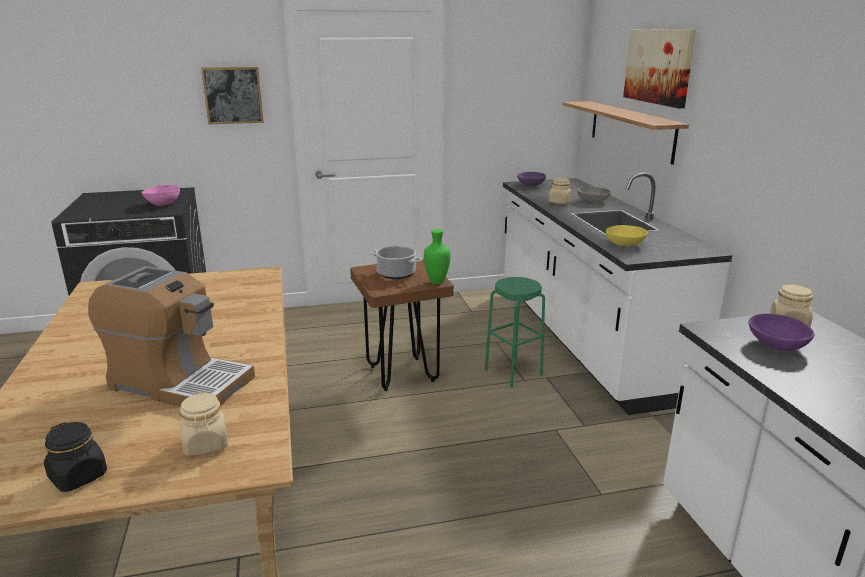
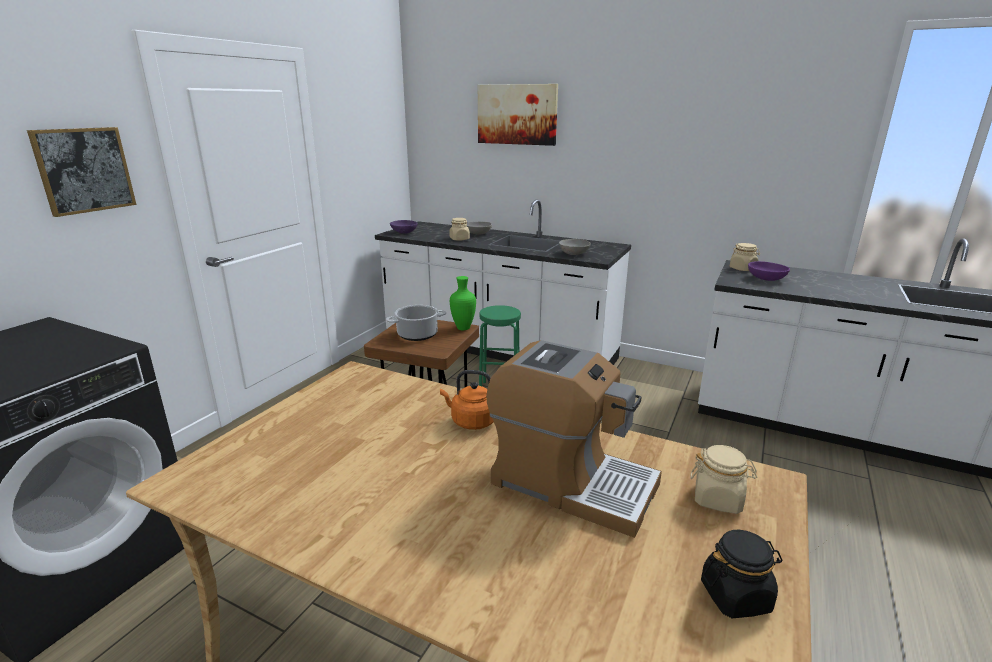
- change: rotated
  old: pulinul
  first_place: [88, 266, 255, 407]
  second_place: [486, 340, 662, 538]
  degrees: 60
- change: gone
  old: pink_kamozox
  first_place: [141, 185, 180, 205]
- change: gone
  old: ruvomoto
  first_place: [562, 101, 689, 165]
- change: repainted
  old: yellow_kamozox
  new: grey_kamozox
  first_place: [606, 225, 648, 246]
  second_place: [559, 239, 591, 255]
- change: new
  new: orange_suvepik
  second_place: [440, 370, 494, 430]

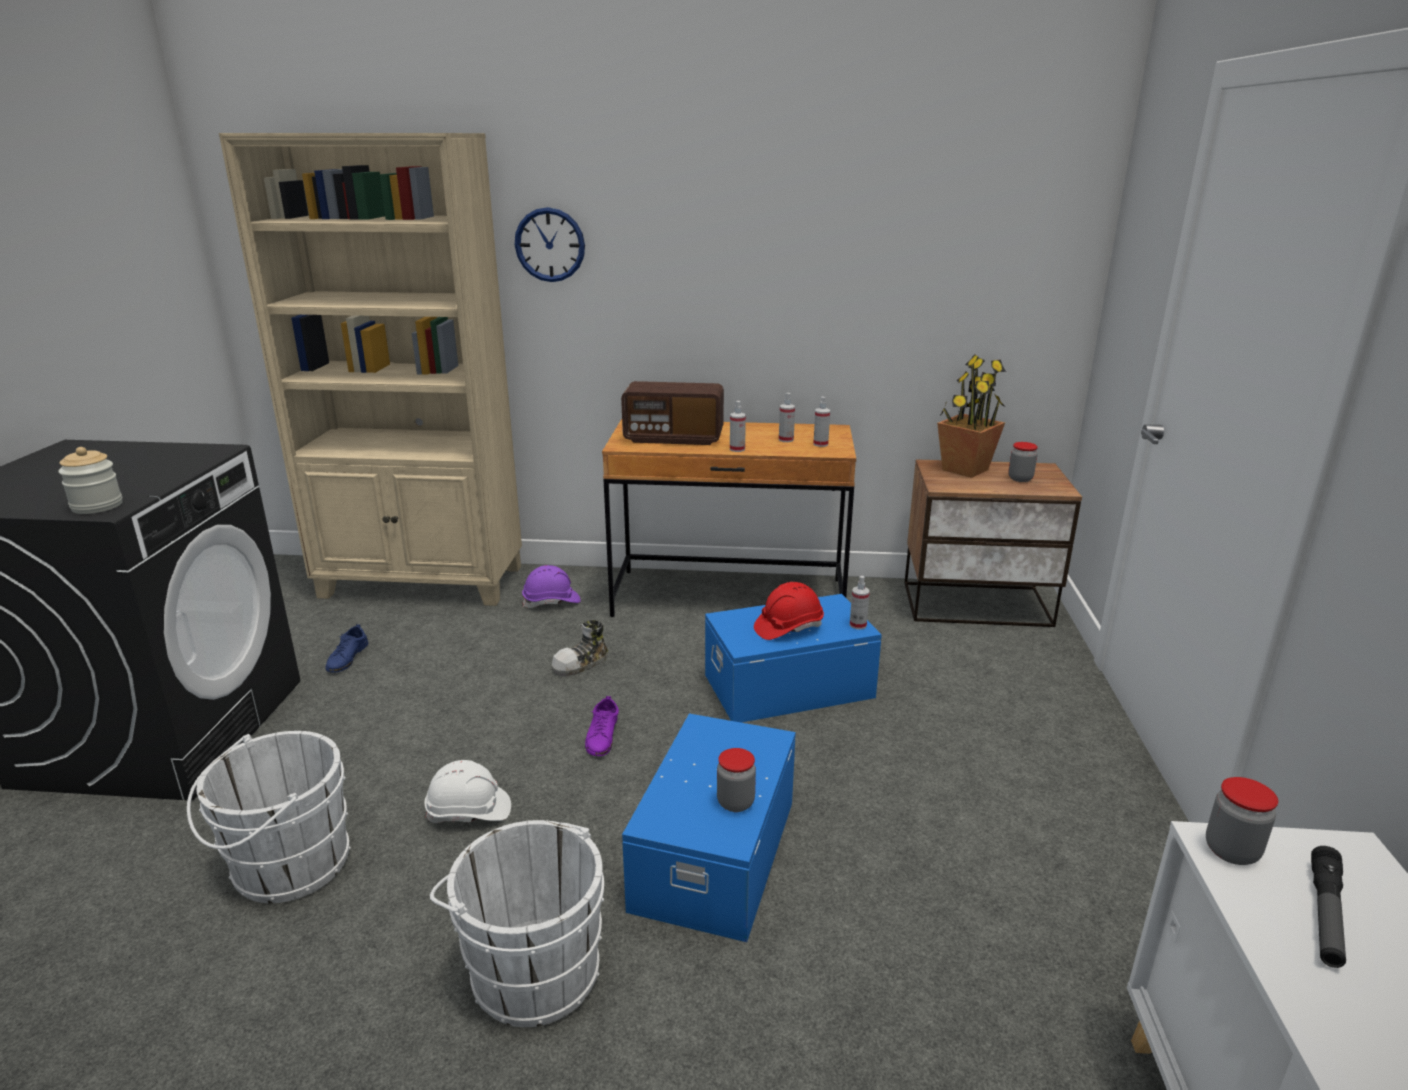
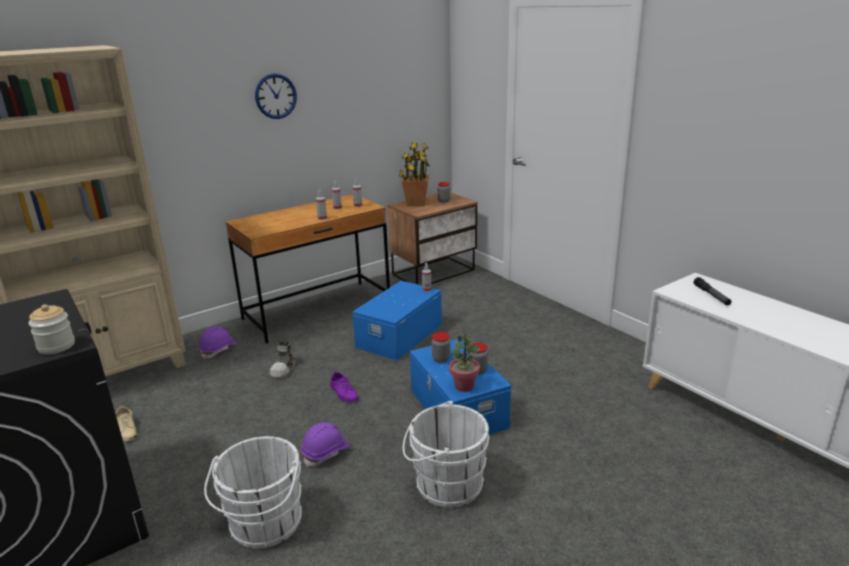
- change: repainted
  old: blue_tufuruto
  new: beige_tufuruto
  first_place: [326, 624, 368, 673]
  second_place: [115, 405, 137, 441]
- change: repainted
  old: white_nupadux
  new: purple_nupadux
  first_place: [425, 760, 511, 823]
  second_place: [301, 422, 350, 467]
- change: shifted
  old: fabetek
  first_place: [515, 207, 585, 282]
  second_place: [255, 74, 297, 119]
- change: gone
  old: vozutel
  first_place: [621, 381, 724, 445]
- change: gone
  old: red_nupadux
  first_place: [754, 582, 824, 640]
- change: shifted
  old: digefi
  first_place: [1206, 777, 1278, 865]
  second_place: [432, 332, 450, 363]
- change: new
  new: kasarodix
  second_place: [449, 334, 480, 392]

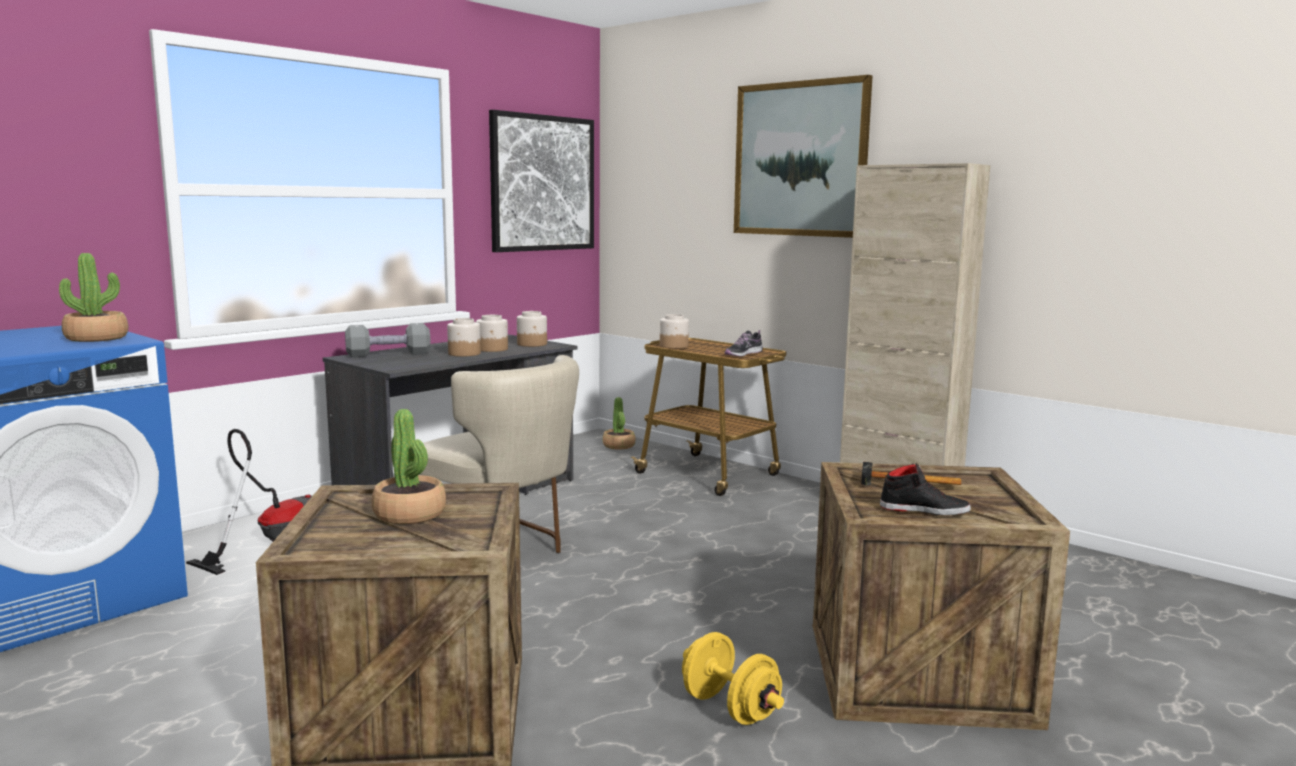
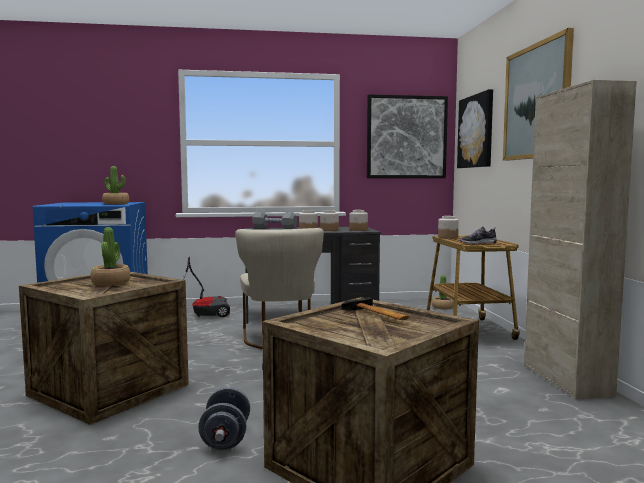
- change: repainted
  old: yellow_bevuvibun
  new: grey_bevuvibun
  first_place: [682, 632, 784, 725]
  second_place: [198, 387, 250, 450]
- change: gone
  old: black_tufuruto
  first_place: [880, 463, 971, 515]
- change: new
  new: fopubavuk
  second_place: [457, 89, 493, 168]

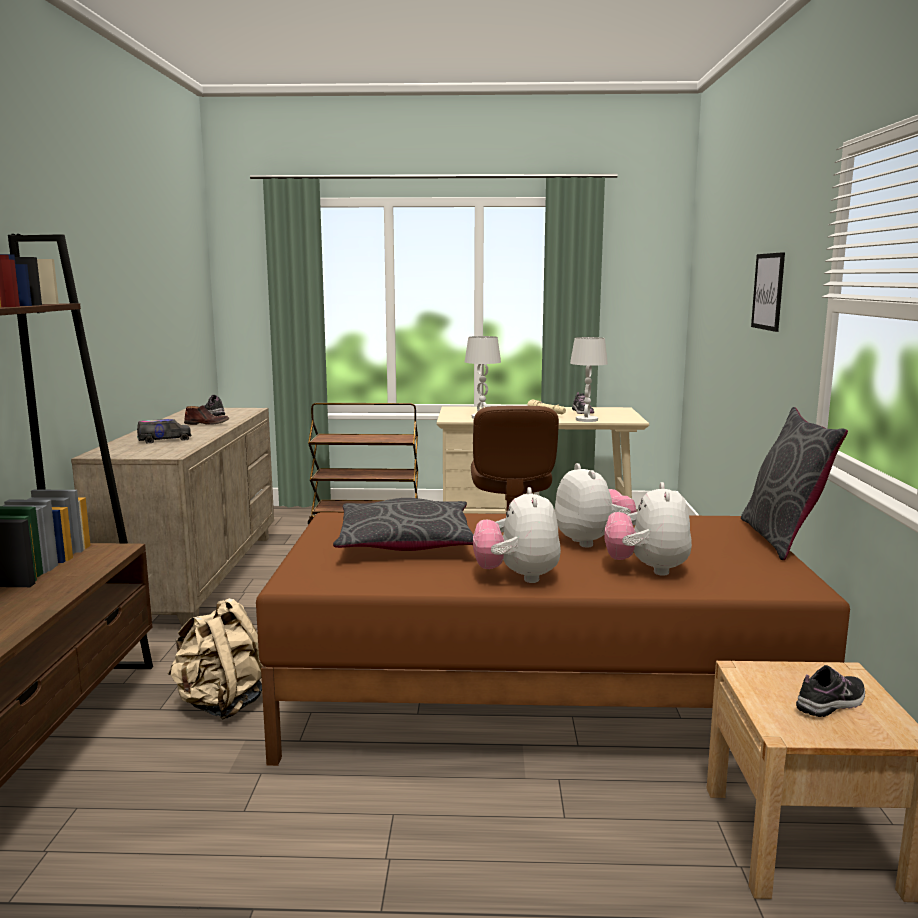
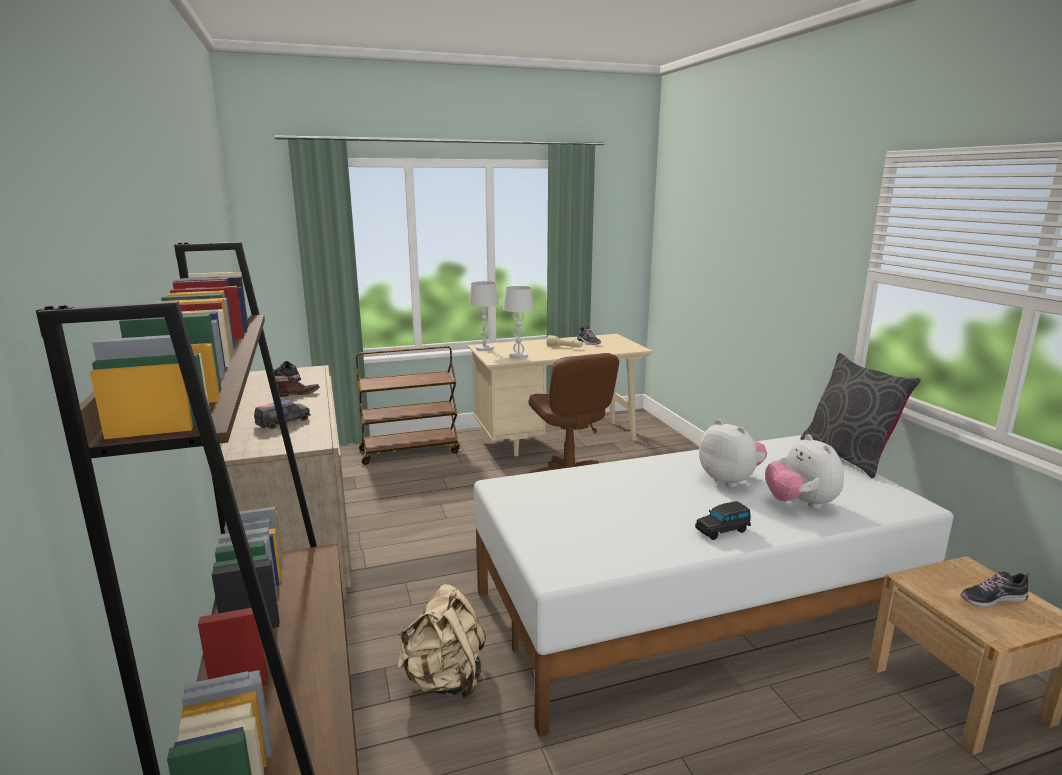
- change: repainted
  old: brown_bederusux
  new: white_bederusux
  first_place: [256, 512, 850, 766]
  second_place: [474, 435, 953, 737]
- change: gone
  old: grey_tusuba
  first_place: [333, 498, 474, 551]
- change: swapped
  old: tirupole
  new: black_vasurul
  first_place: [473, 487, 561, 583]
  second_place: [695, 501, 751, 540]
- change: shifted
  old: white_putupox
  first_place: [570, 337, 608, 422]
  second_place: [469, 281, 499, 351]
- change: gone
  old: fopubavuk
  first_place: [751, 252, 785, 332]
- change: rotated
  old: tufuruto
  first_place: [796, 665, 865, 717]
  second_place: [960, 571, 1029, 608]
  degrees: -135

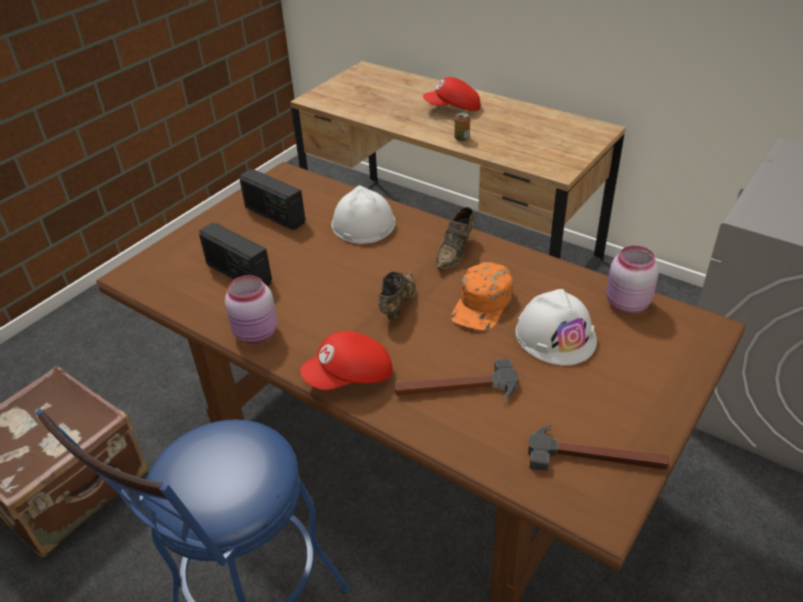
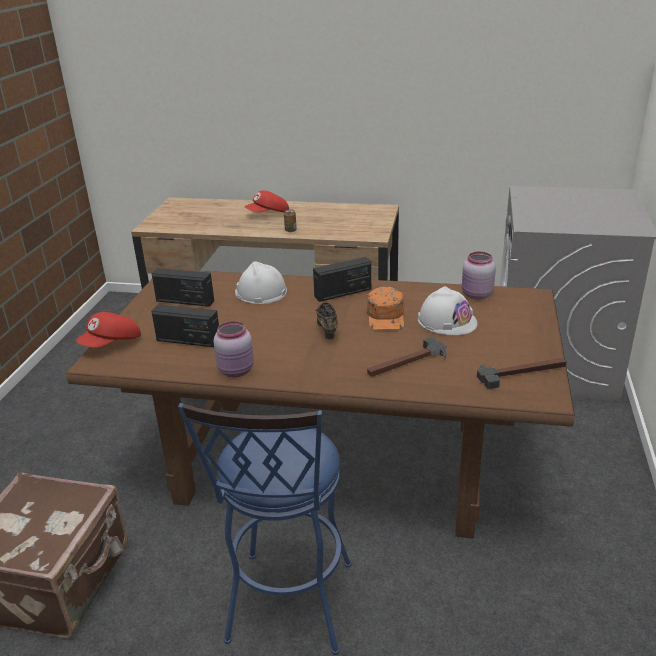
- change: shifted
  old: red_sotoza
  first_place: [300, 331, 393, 390]
  second_place: [76, 312, 141, 348]
- change: swapped
  old: brown_tufuruto
  new: vozutel
  first_place: [436, 207, 474, 270]
  second_place: [313, 257, 371, 302]

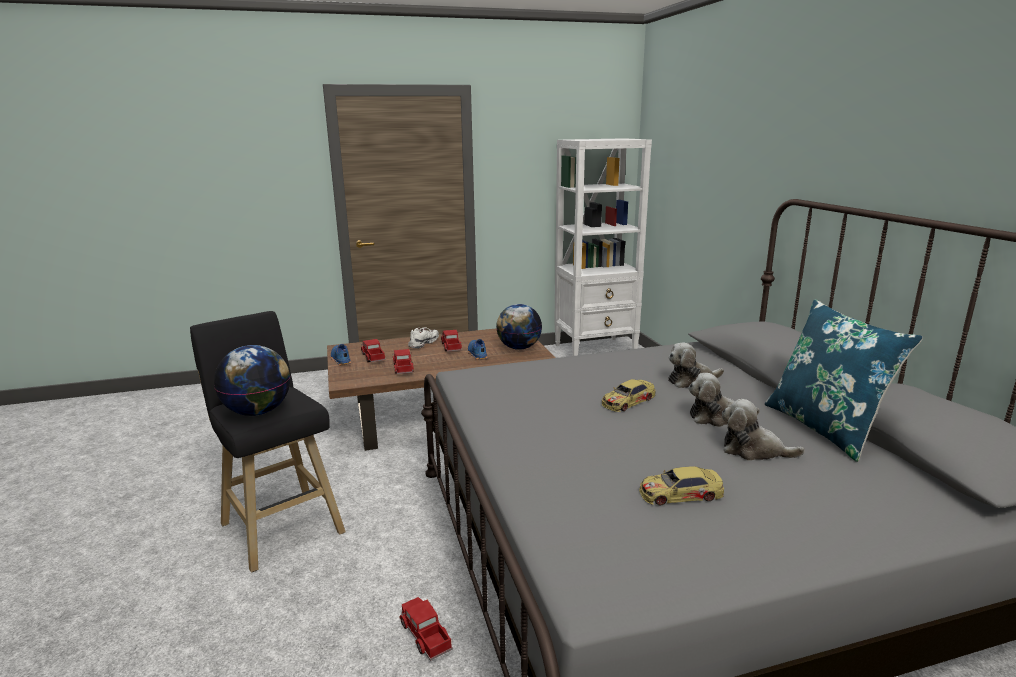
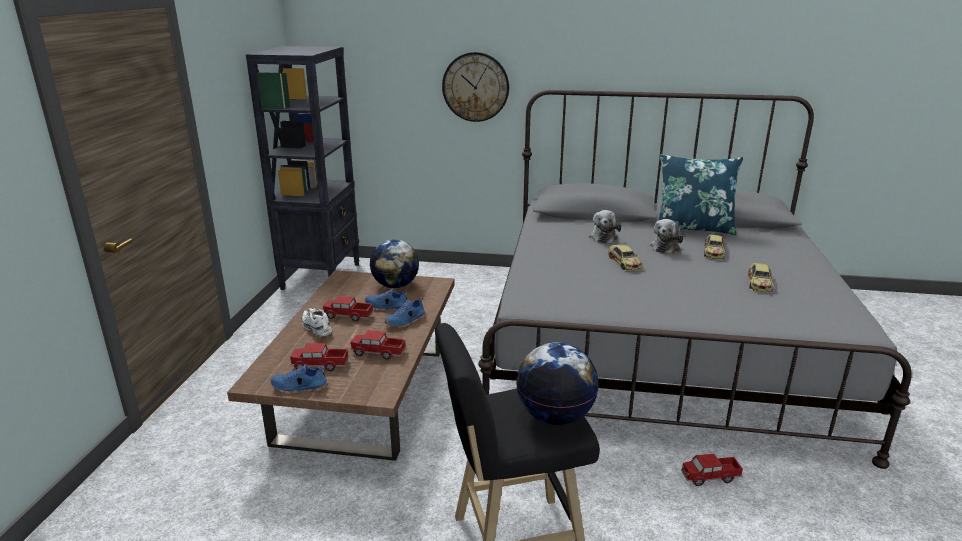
- change: repainted
  old: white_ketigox
  new: black_ketigox
  first_place: [554, 138, 652, 356]
  second_place: [246, 46, 360, 290]
- change: swapped
  old: tirupole
  new: vasurul
  first_place: [722, 399, 805, 461]
  second_place: [704, 235, 725, 260]
- change: new
  new: blue_tufuruto
  second_place: [385, 297, 425, 328]
- change: new
  new: fabetek
  second_place: [442, 52, 509, 122]

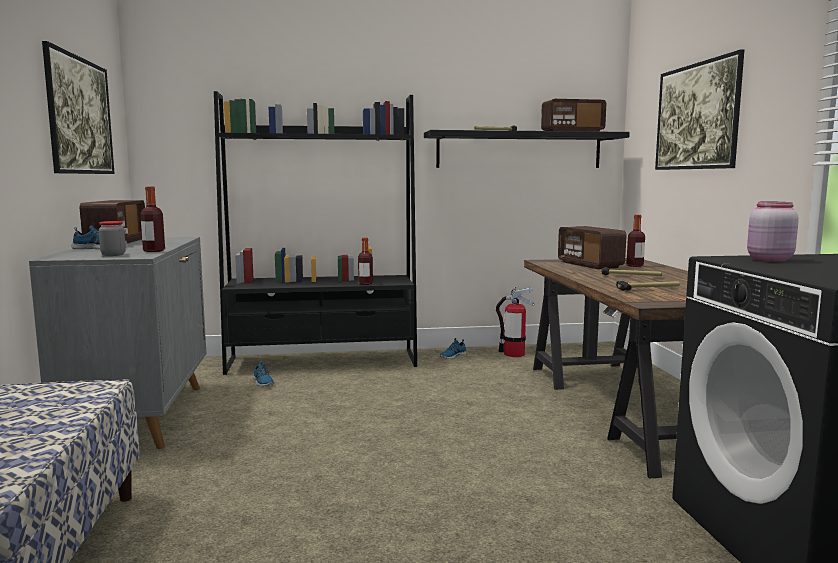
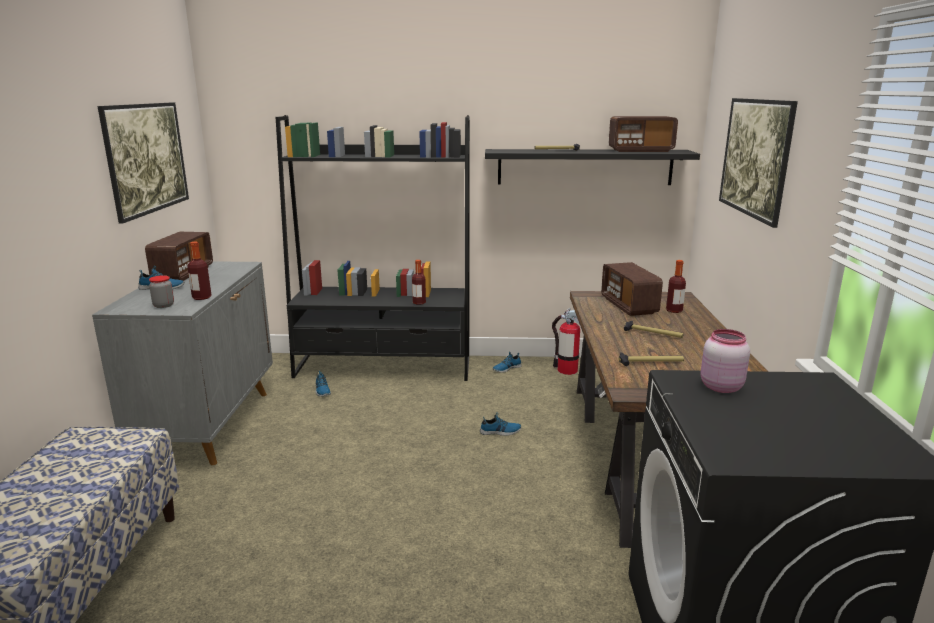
- change: new
  new: tufuruto
  second_place: [480, 413, 521, 436]

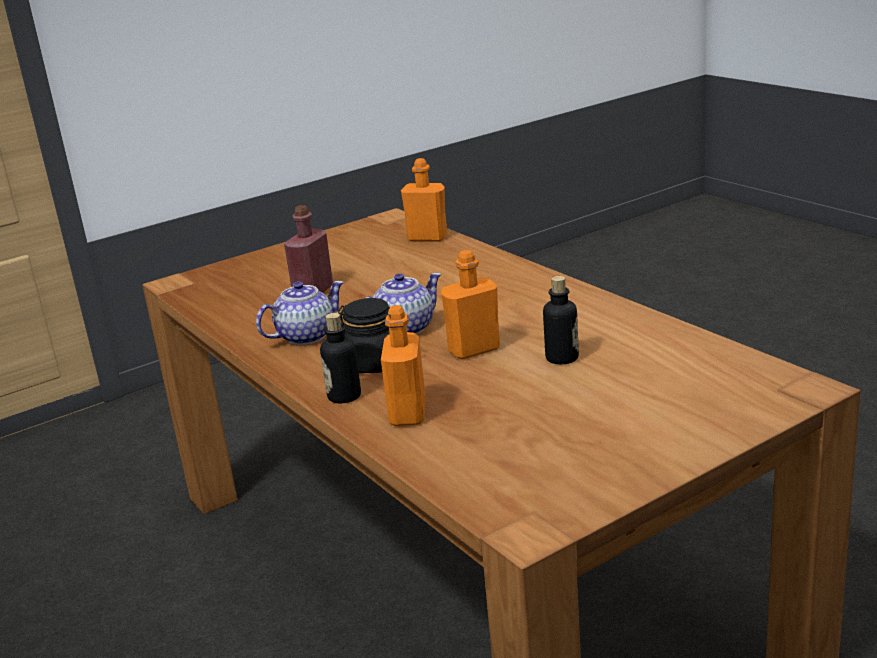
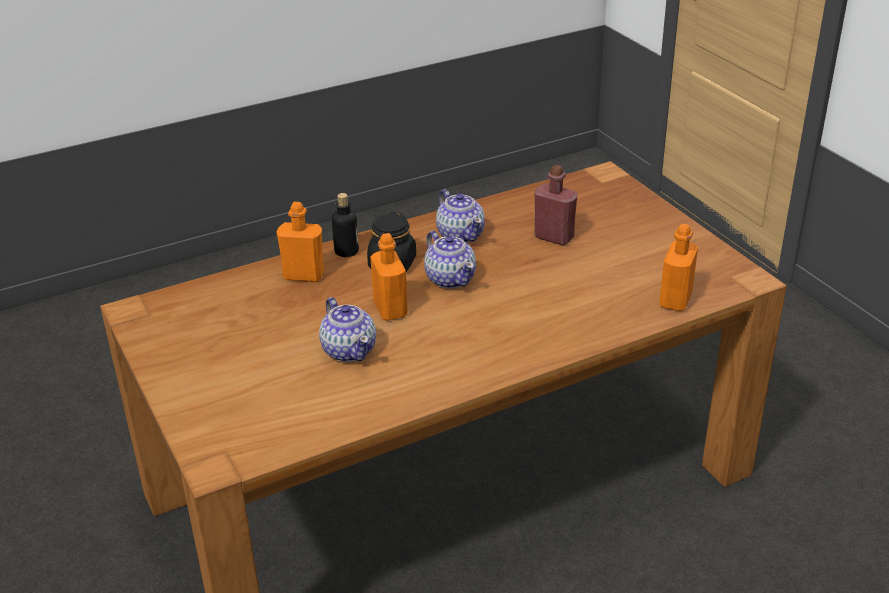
- change: swapped
  old: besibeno
  new: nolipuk
  first_place: [543, 276, 579, 364]
  second_place: [319, 297, 376, 362]

